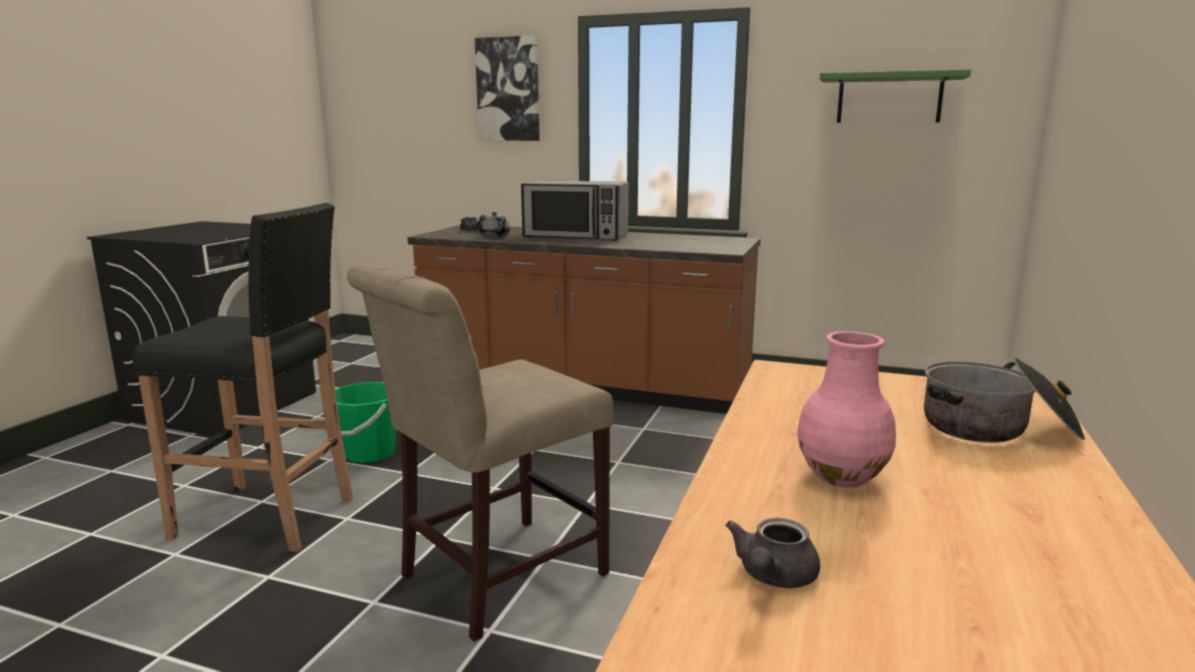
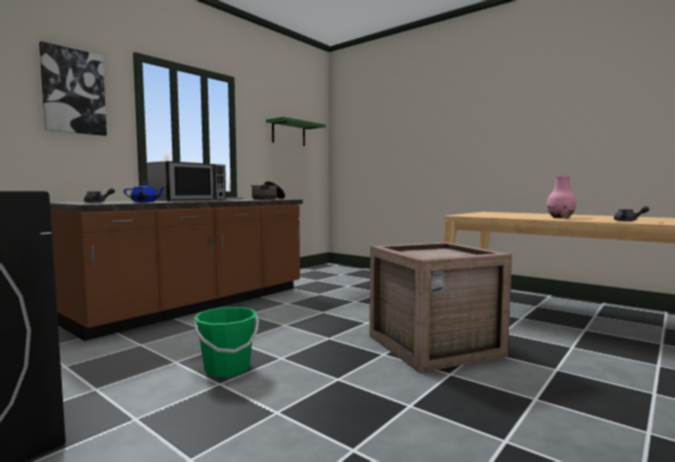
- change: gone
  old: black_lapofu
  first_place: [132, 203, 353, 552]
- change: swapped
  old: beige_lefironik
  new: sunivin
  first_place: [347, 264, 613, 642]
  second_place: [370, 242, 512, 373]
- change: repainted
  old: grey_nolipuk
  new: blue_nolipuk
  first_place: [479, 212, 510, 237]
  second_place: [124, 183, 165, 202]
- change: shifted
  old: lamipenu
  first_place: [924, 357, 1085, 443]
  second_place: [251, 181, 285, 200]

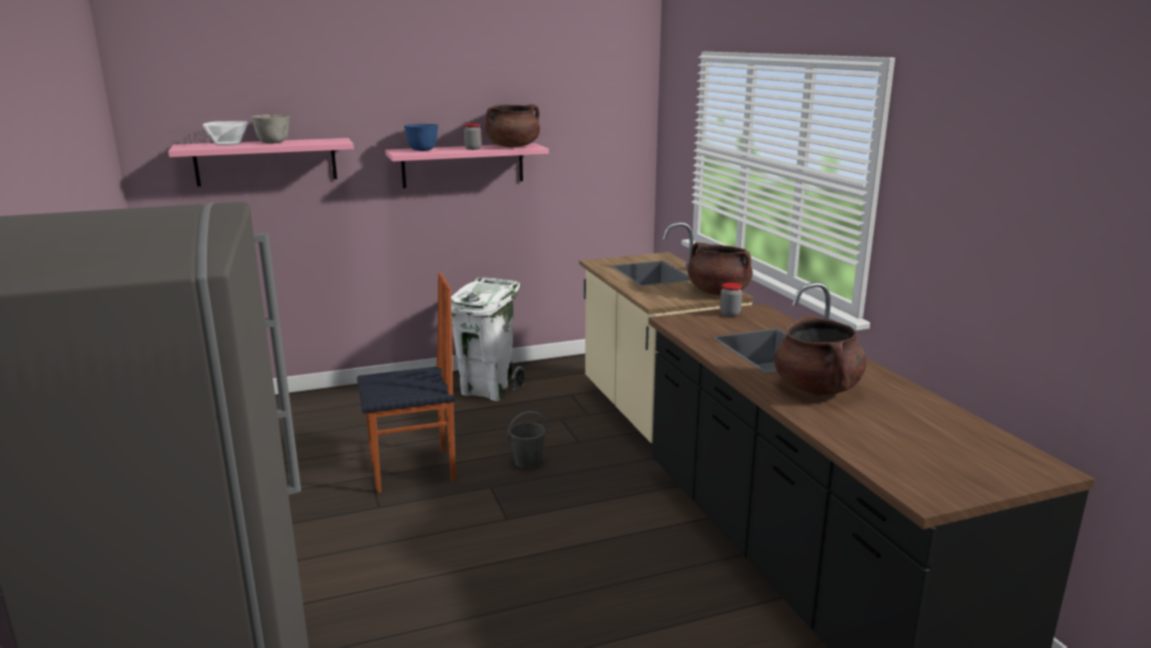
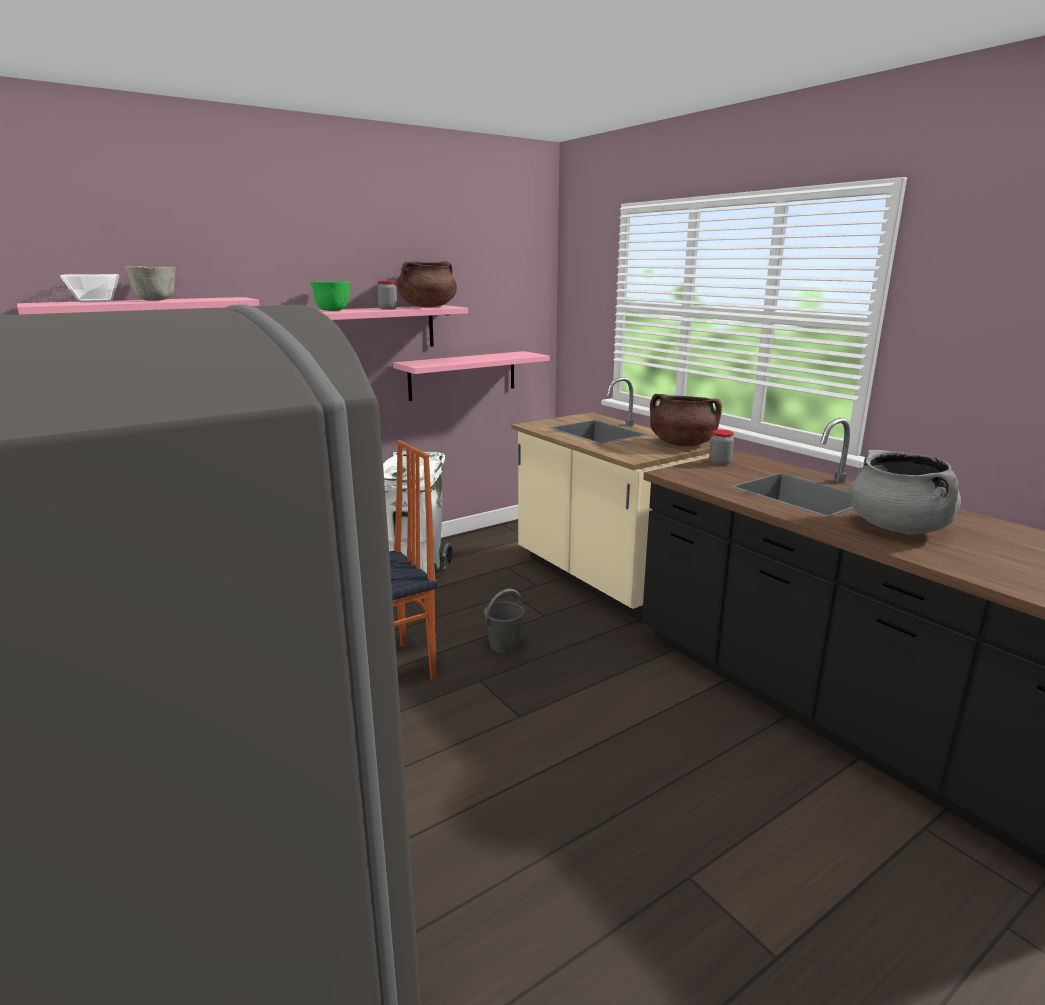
- change: repainted
  old: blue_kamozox
  new: green_kamozox
  first_place: [404, 124, 438, 151]
  second_place: [310, 281, 350, 311]
- change: repainted
  old: brown_lamipenu
  new: grey_lamipenu
  first_place: [774, 316, 866, 396]
  second_place: [849, 450, 961, 535]
- change: new
  new: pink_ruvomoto
  second_place: [393, 351, 550, 401]

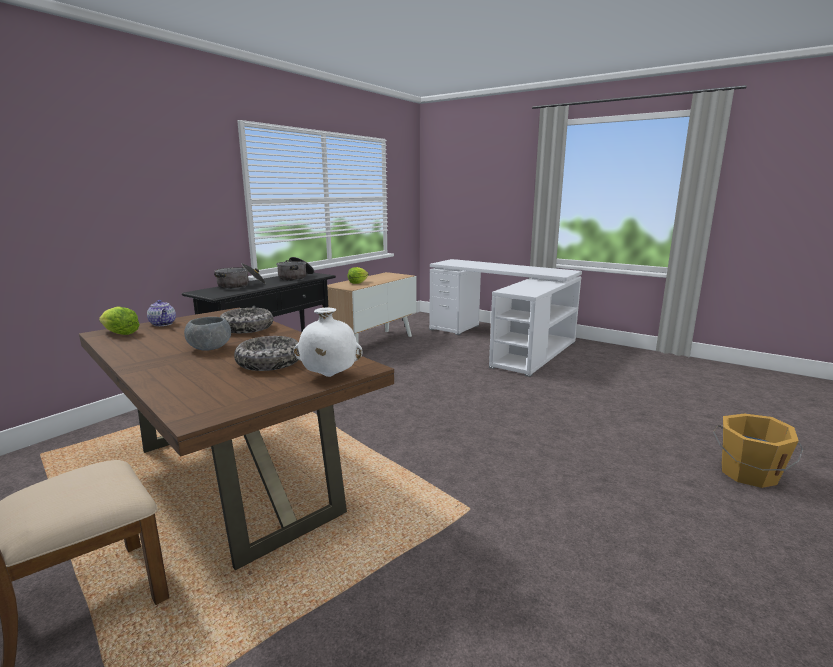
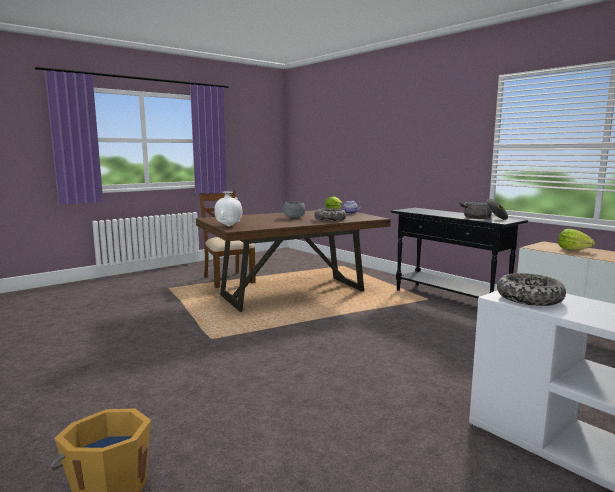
- change: gone
  old: lamipenu
  first_place: [214, 263, 266, 289]
- change: shifted
  old: kamozox
  first_place: [234, 336, 300, 371]
  second_place: [497, 273, 566, 306]

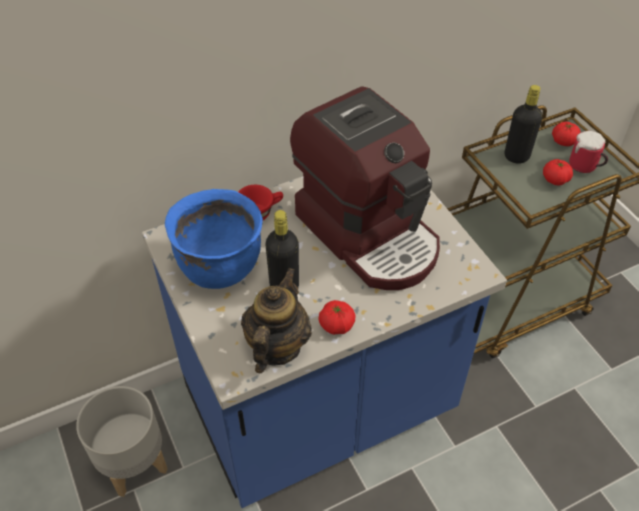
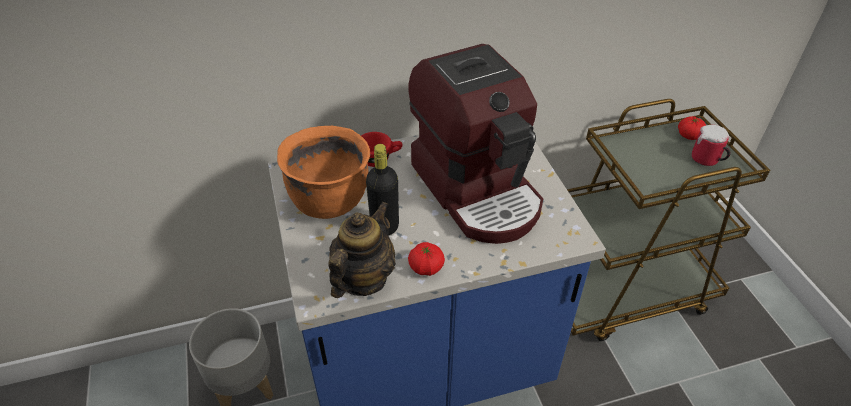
- change: repainted
  old: blue_lamipenu
  new: orange_lamipenu
  first_place: [165, 189, 263, 289]
  second_place: [277, 126, 370, 219]
- change: gone
  old: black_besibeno
  first_place: [504, 85, 543, 164]
- change: gone
  old: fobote
  first_place: [543, 159, 573, 186]

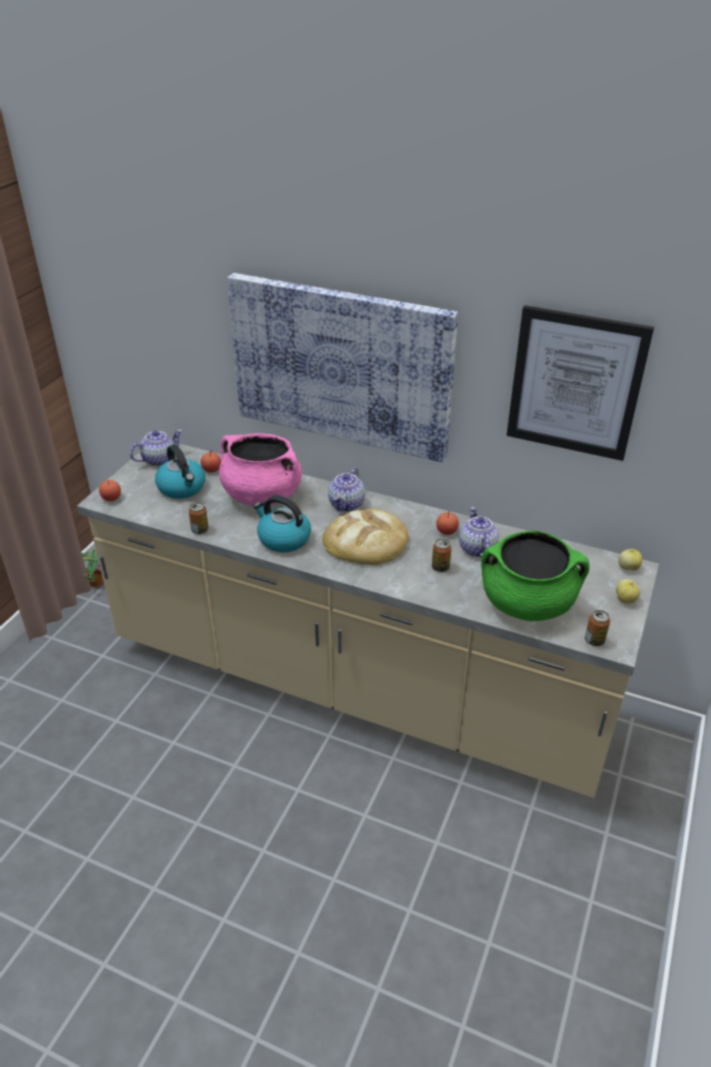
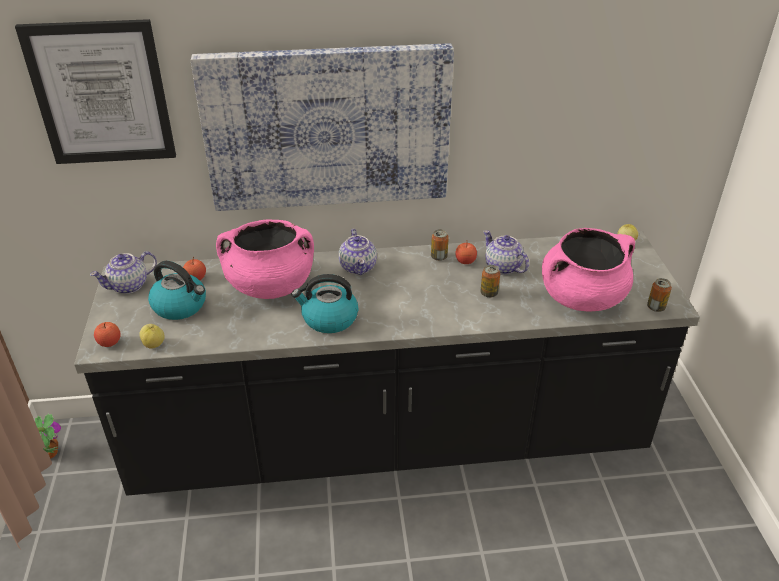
- change: repainted
  old: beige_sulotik
  new: black_sulotik
  first_place: [77, 444, 659, 798]
  second_place: [74, 231, 700, 496]
- change: rotated
  old: nolipuk
  first_place: [130, 429, 182, 466]
  second_place: [90, 251, 157, 294]
  degrees: -150
- change: shifted
  old: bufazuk
  first_place: [189, 502, 209, 534]
  second_place: [431, 229, 449, 261]
- change: gone
  old: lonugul
  first_place: [322, 508, 408, 565]
- change: repainted
  old: green_lamipenu
  new: pink_lamipenu
  first_place: [481, 530, 590, 621]
  second_place: [542, 228, 635, 312]
- change: shifted
  old: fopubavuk
  first_place: [507, 305, 654, 461]
  second_place: [15, 19, 176, 164]
- change: shifted
  old: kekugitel
  first_place: [616, 579, 640, 604]
  second_place: [139, 324, 165, 349]

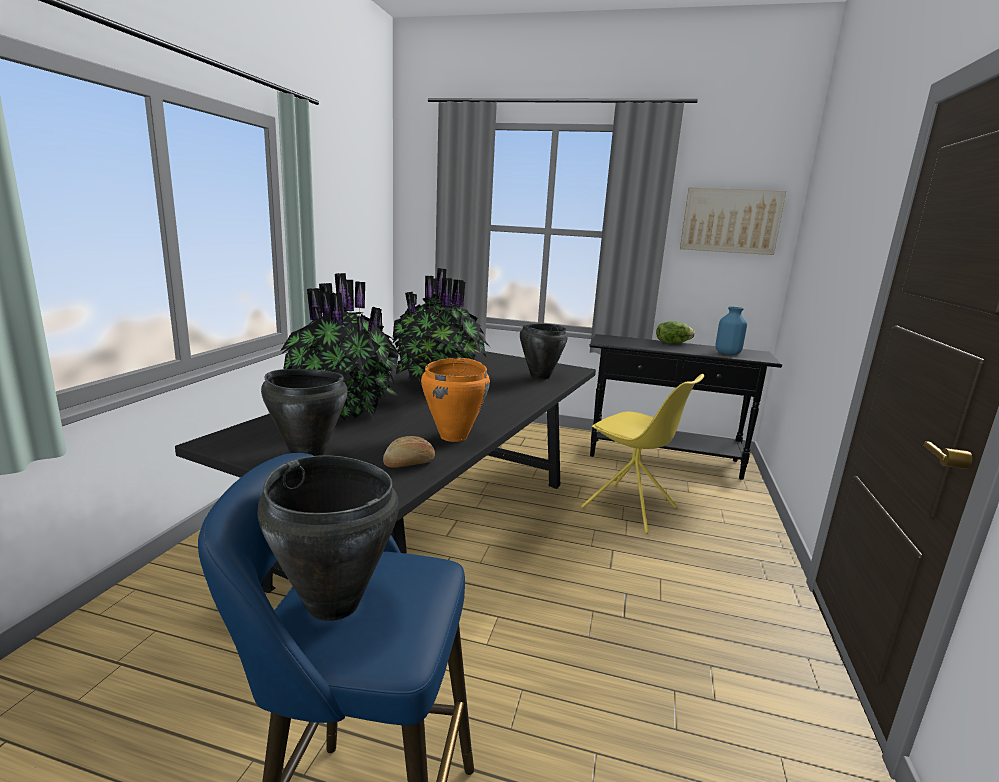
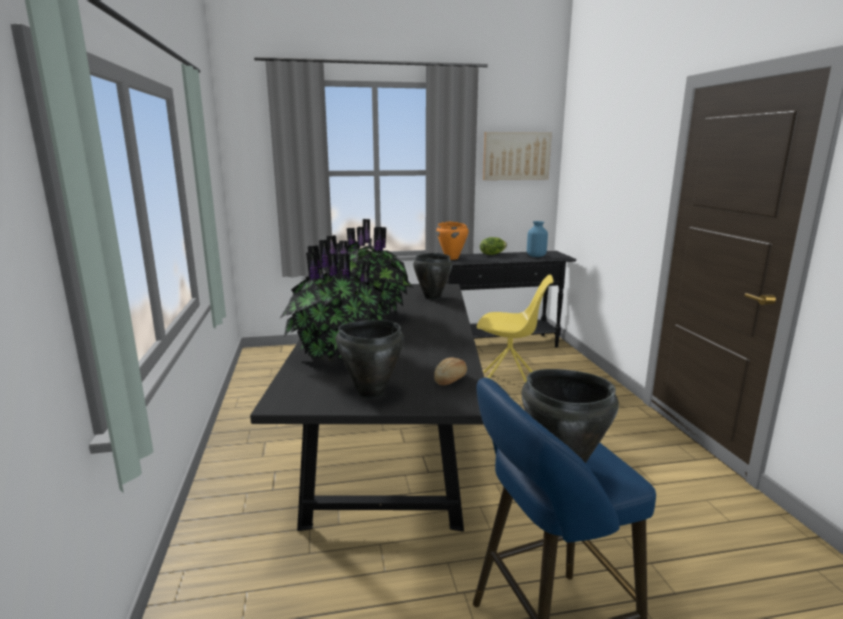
- change: shifted
  old: orange_lamipenu
  first_place: [421, 358, 490, 442]
  second_place: [436, 221, 469, 260]

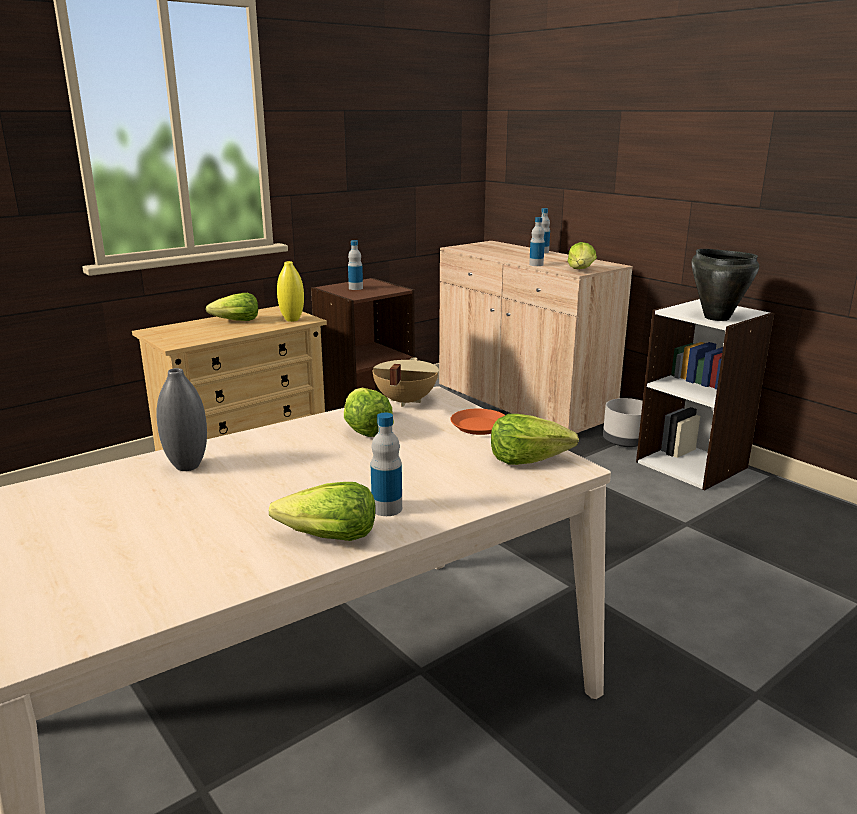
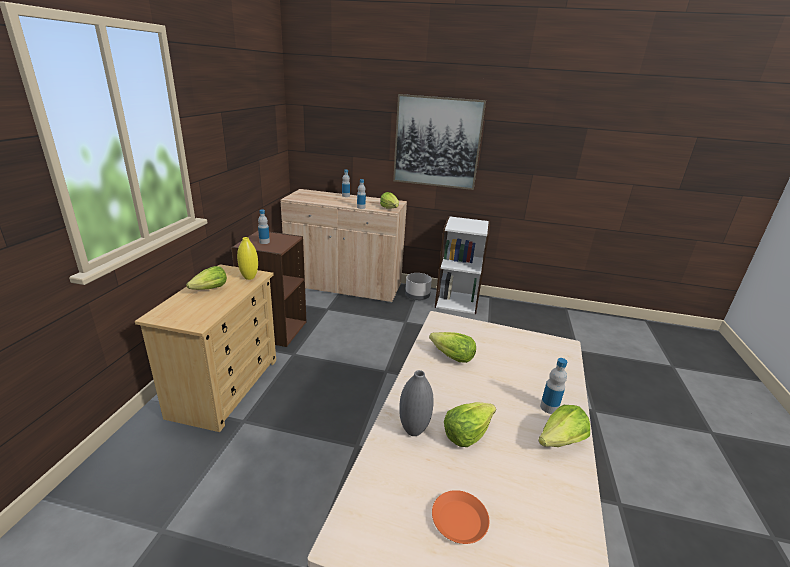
- change: gone
  old: beige_lamipenu
  first_place: [373, 357, 439, 407]
- change: shifted
  old: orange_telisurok
  first_place: [450, 409, 505, 435]
  second_place: [432, 490, 489, 544]
- change: shifted
  old: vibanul
  first_place: [491, 414, 579, 465]
  second_place: [444, 402, 496, 447]
- change: gone
  old: black_lamipenu
  first_place: [692, 249, 759, 321]
- change: new
  new: fopubavuk
  second_place: [393, 94, 486, 190]

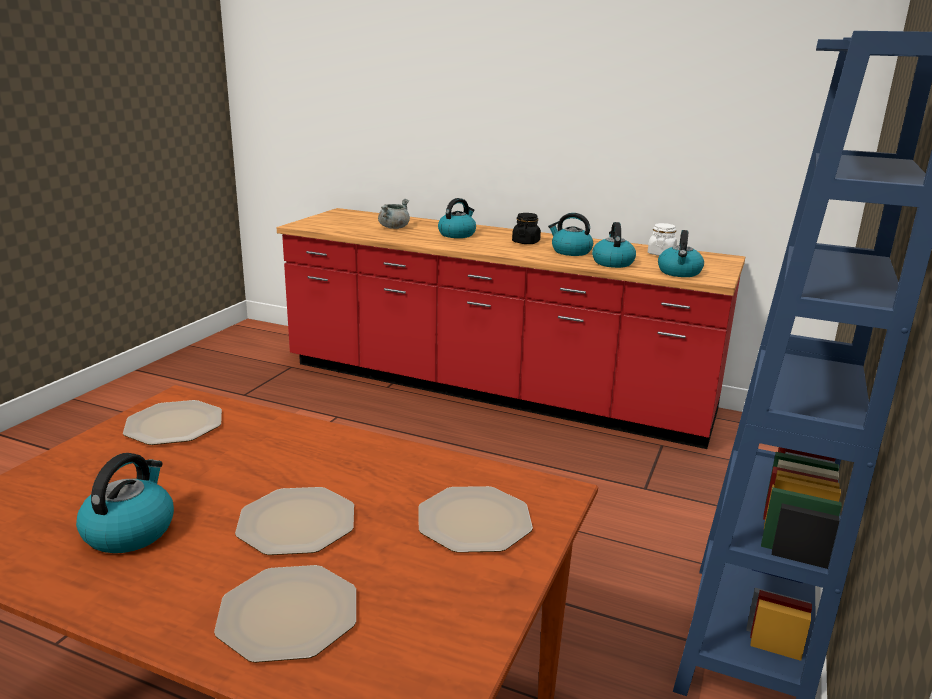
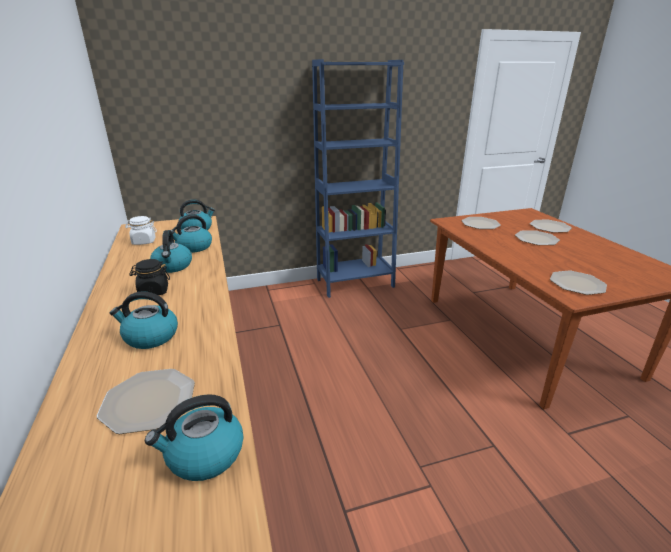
- change: shifted
  old: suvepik
  first_place: [76, 453, 174, 553]
  second_place: [145, 394, 243, 481]
- change: swapped
  old: grey_lamipenu
  new: telisurok
  first_place: [378, 199, 410, 229]
  second_place: [96, 369, 195, 434]

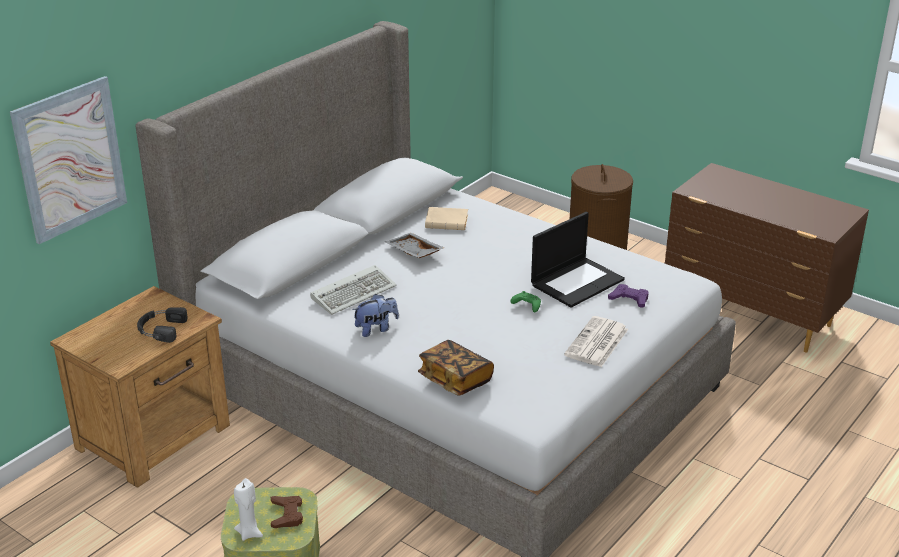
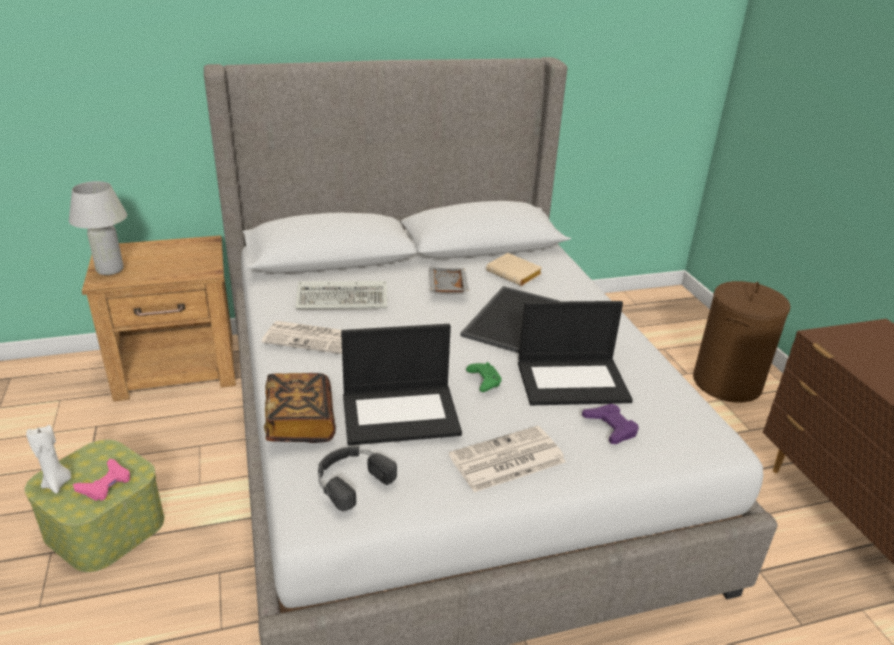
- change: gone
  old: fopubavuk
  first_place: [10, 76, 127, 244]
- change: shifted
  old: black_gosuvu
  first_place: [137, 307, 188, 343]
  second_place: [318, 446, 397, 511]
- change: repainted
  old: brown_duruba
  new: pink_duruba
  first_place: [271, 496, 303, 528]
  second_place: [73, 459, 130, 501]
- change: swapped
  old: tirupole
  new: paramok
  first_place: [353, 294, 399, 337]
  second_place: [261, 321, 342, 354]
- change: new
  new: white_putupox
  second_place: [69, 181, 127, 275]
- change: new
  new: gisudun
  second_place: [341, 324, 462, 445]
- change: new
  new: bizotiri
  second_place: [460, 286, 559, 353]

